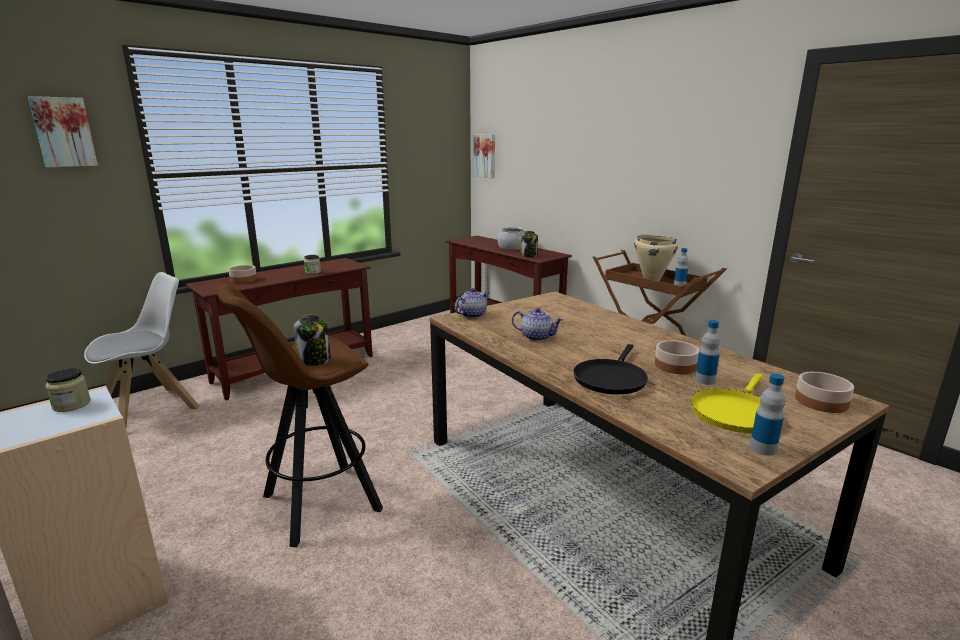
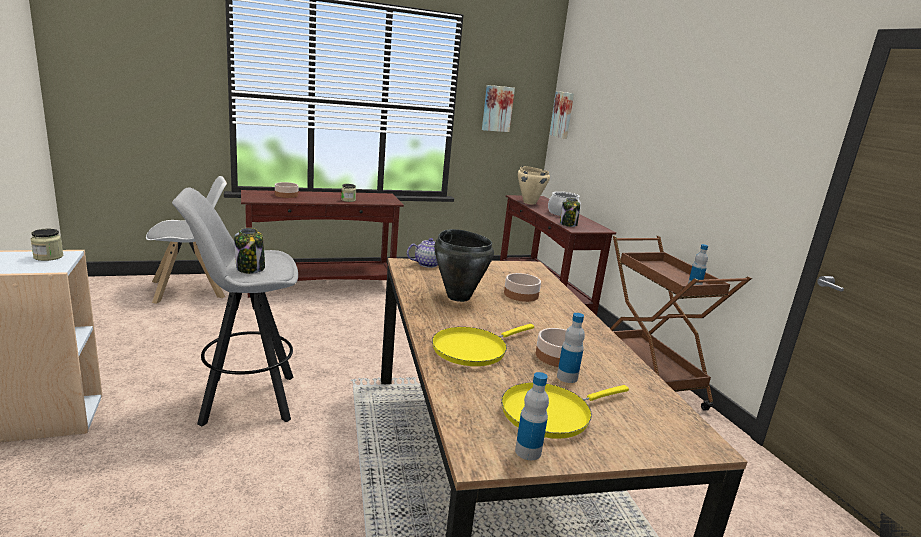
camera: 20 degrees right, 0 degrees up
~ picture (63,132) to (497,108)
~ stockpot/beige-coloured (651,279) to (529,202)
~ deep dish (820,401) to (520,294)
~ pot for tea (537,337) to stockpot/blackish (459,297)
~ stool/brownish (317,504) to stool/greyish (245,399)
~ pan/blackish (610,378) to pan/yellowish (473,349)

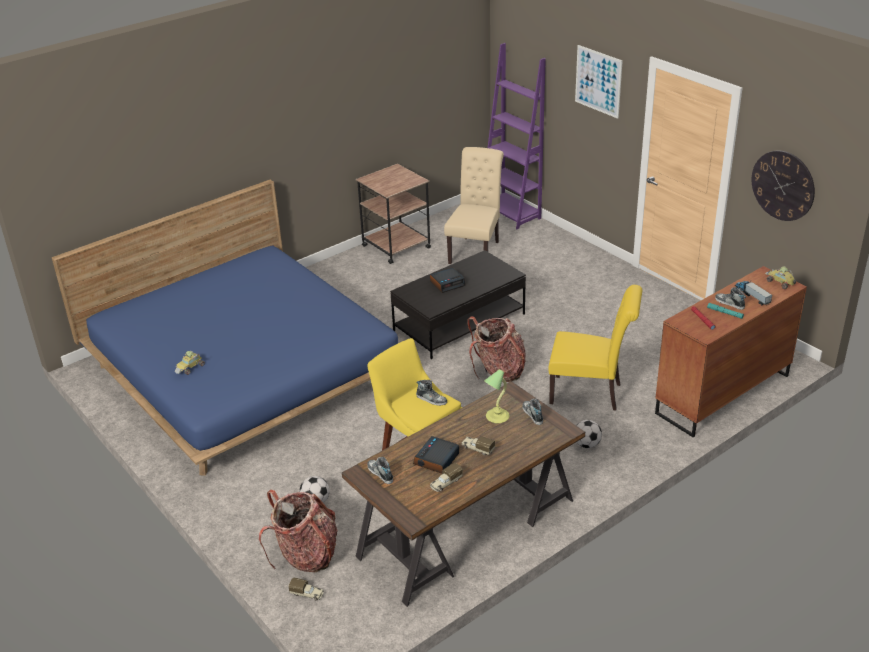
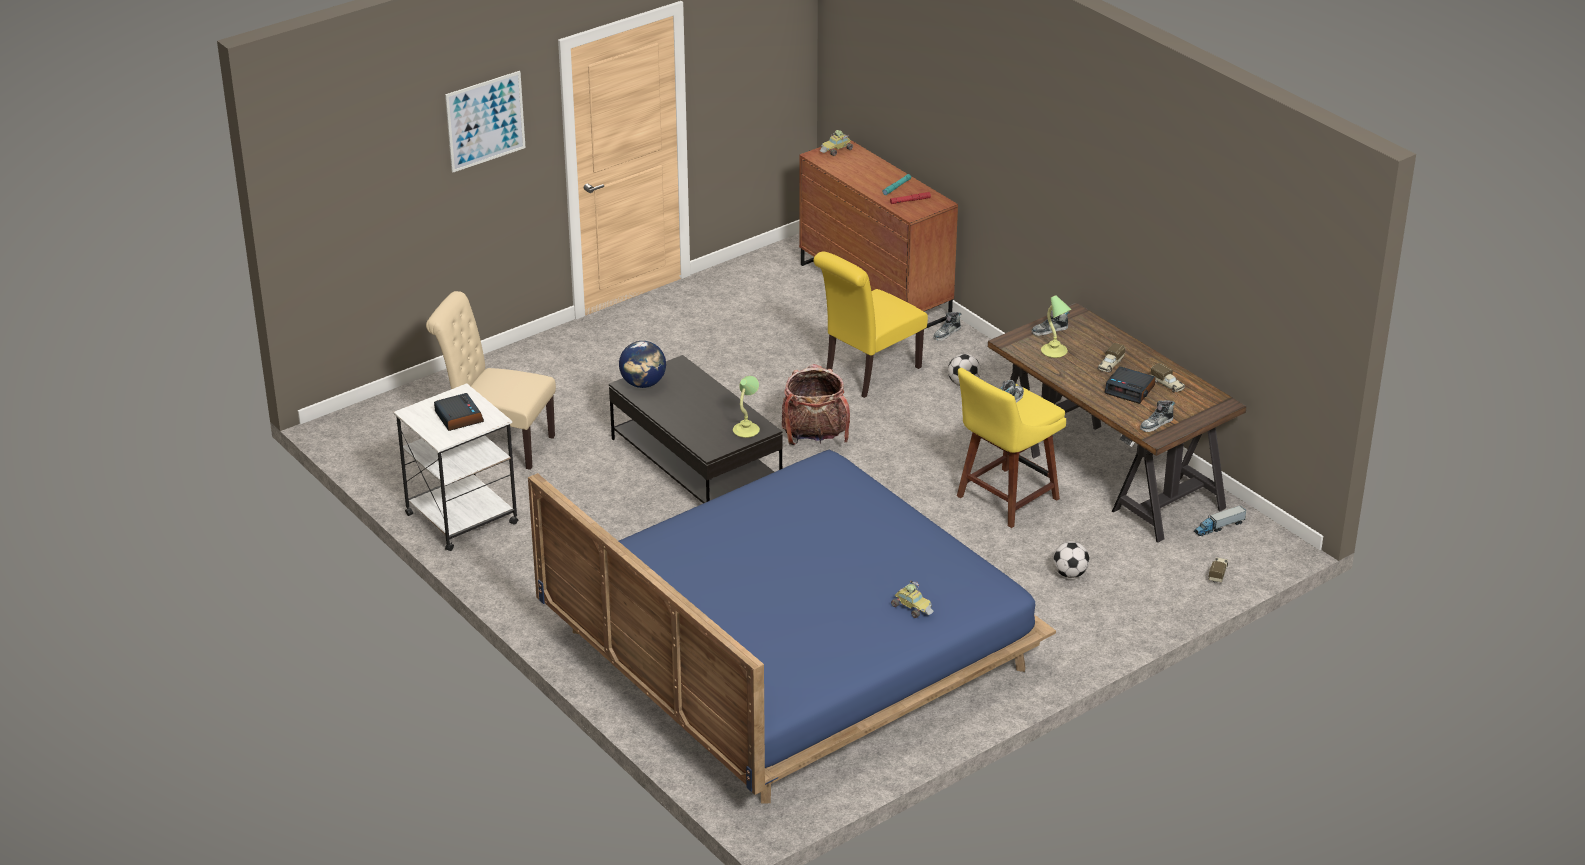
camera: 90 degrees left, 0 degrees up
- backpack (306,555)
- bookshelf/purple (510,213)
- wall clock (783,185)
+ desk globe (643,384)
+ tabletop lamp (747,430)
~ table clock (447,283) to (458,417)
~ item of footwear (729,303) to (947,333)
~ toy lorry (752,296) to (1219,527)
~ wheeled cart/brownish (397,246) to wheeled cart/white (461,517)
~ upright chair/yellowish (590,393) = (867,374) 150 degrees counterclockwise

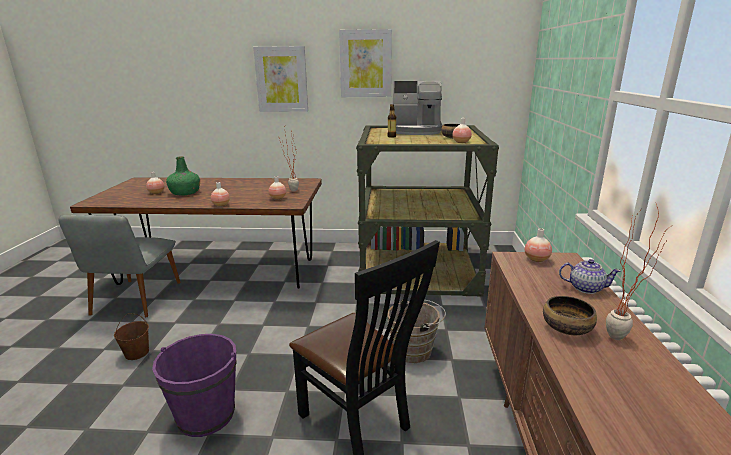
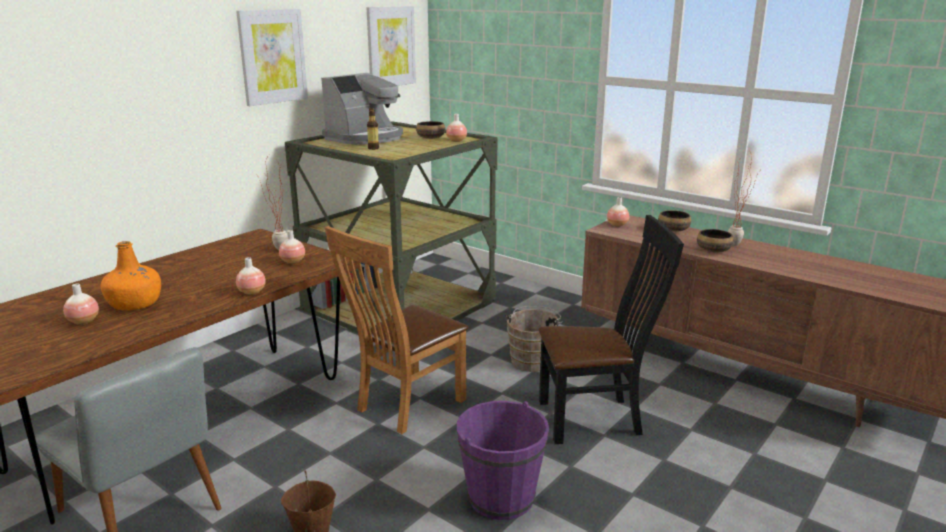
camera: 55 degrees left, 0 degrees up
+ upright chair/brownish (405,406)
~ picture (281,79) to (391,46)
~ pot for tea (585,288) to deep dish (673,229)
~ bottle/green-coloured (185,193) to bottle/orange-coloured (135,303)

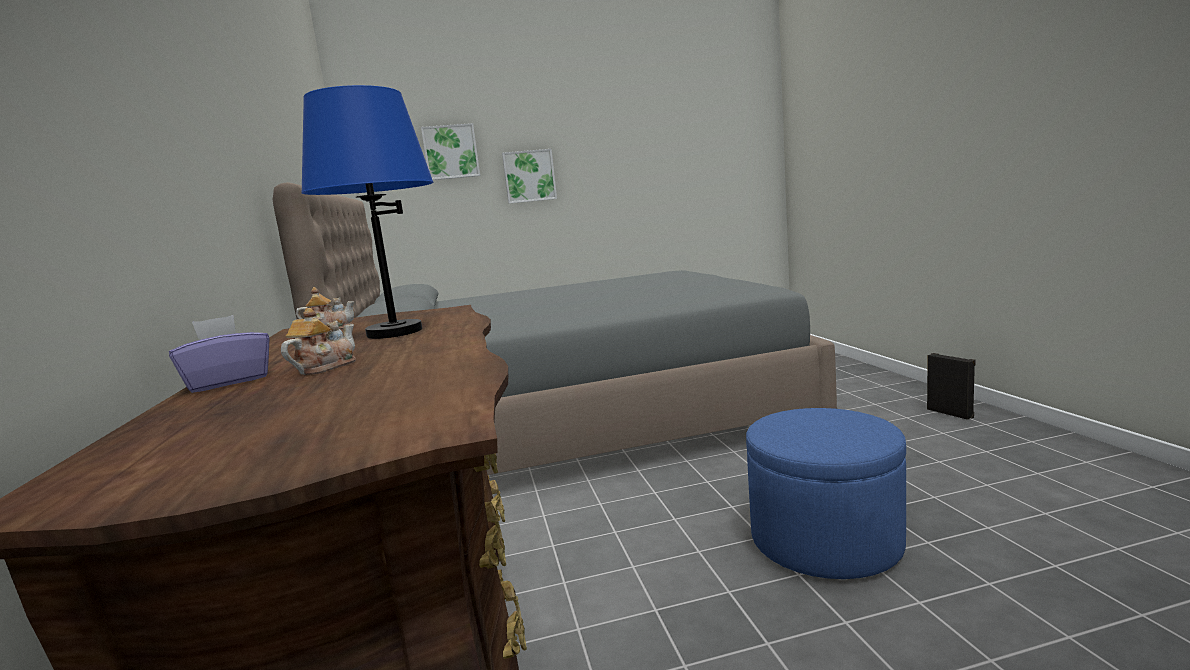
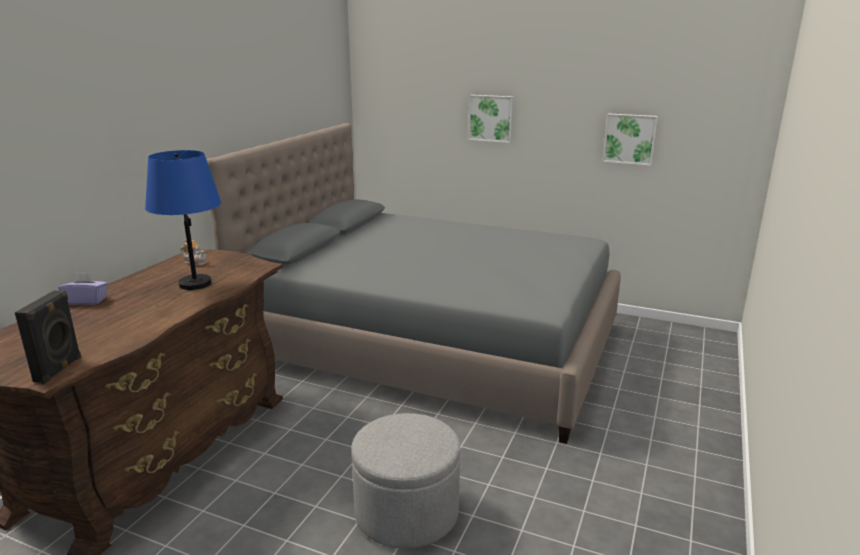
camera: 35 degrees right, 10 degrees up
- pot for tea (324,367)
~ picture (451,152) to (630,139)
~ speaker/blackish (950,413) to (59,369)
~ footrest/blue (825,540) to footrest/greyish (406,512)

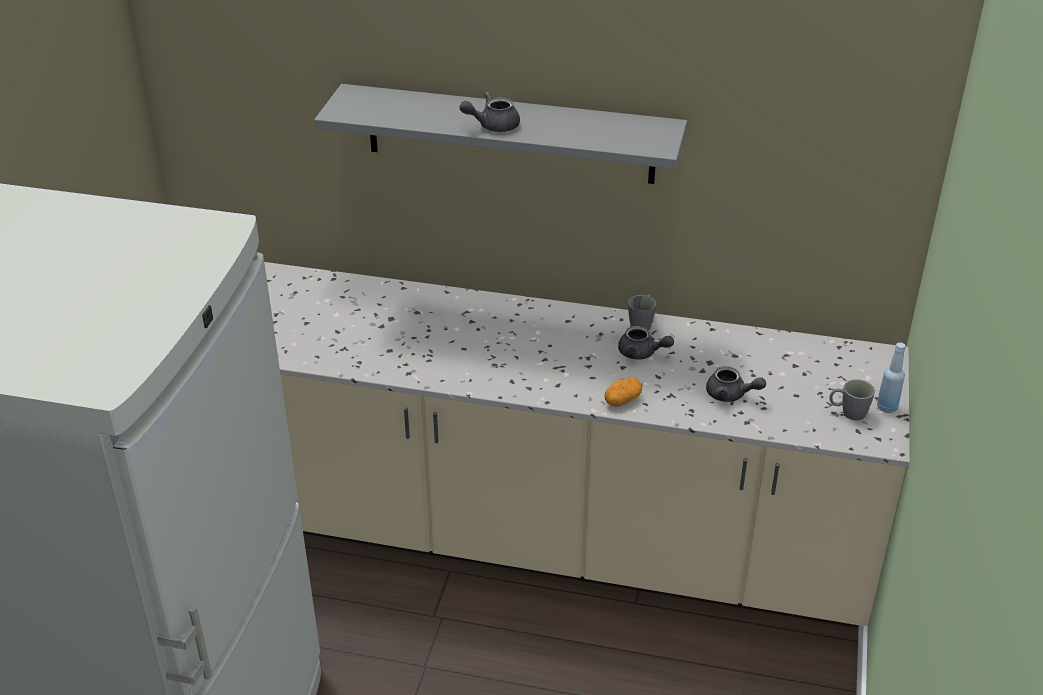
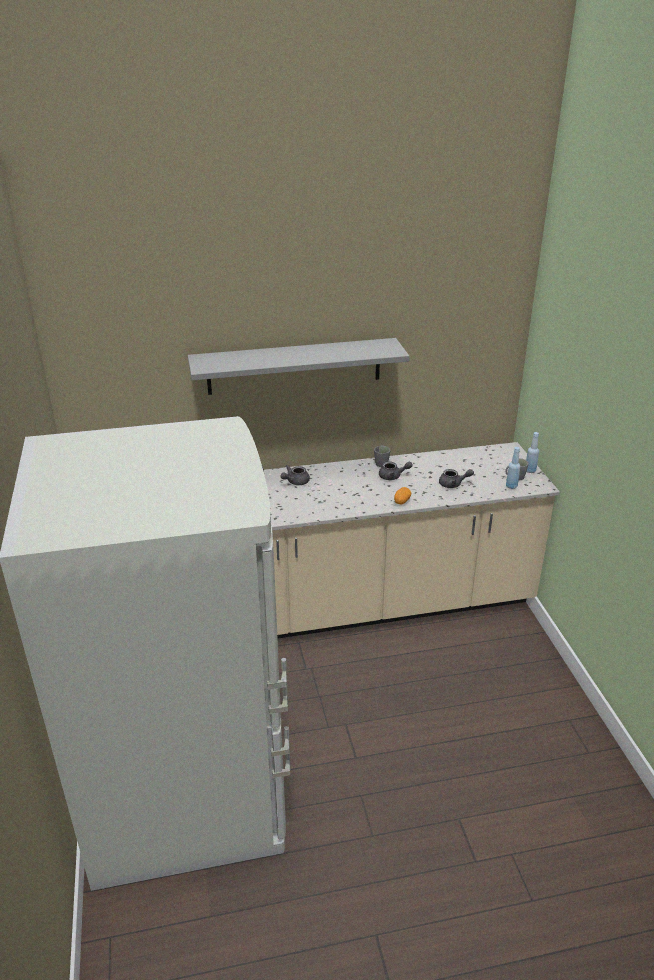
camera: 25 degrees left, 5 degrees down
+ bottle/blue (511,486)
~ pot for tea/greyish (492,125) to (295,482)

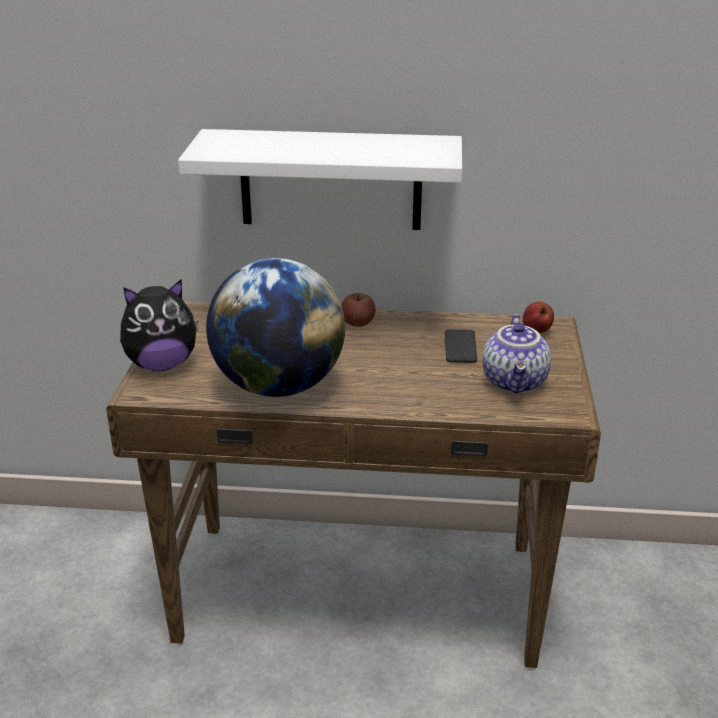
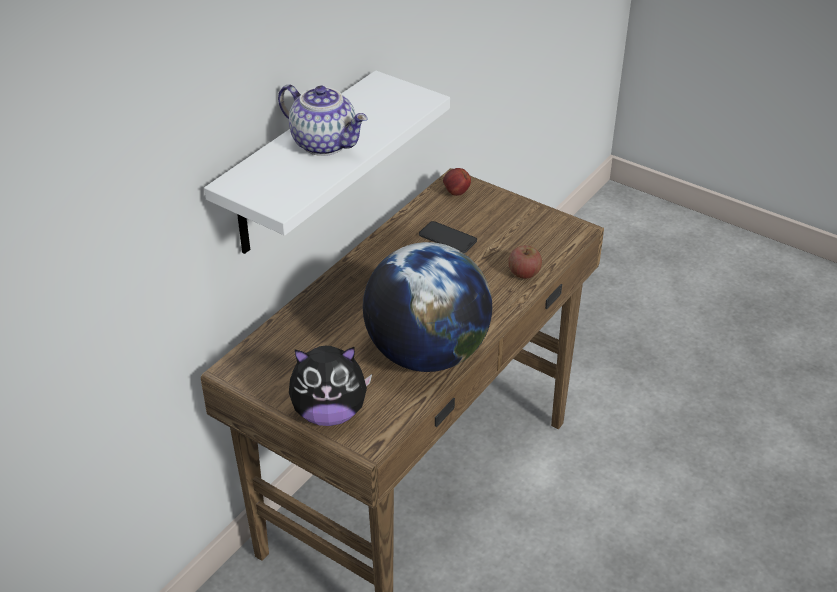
camera: 60 degrees left, 10 degrees up
~ whole apple (358,322) to (524,273)
~ pot for tea (516,382) to (325,143)
~ plush toy (162,364) = (330,413) 75 degrees clockwise

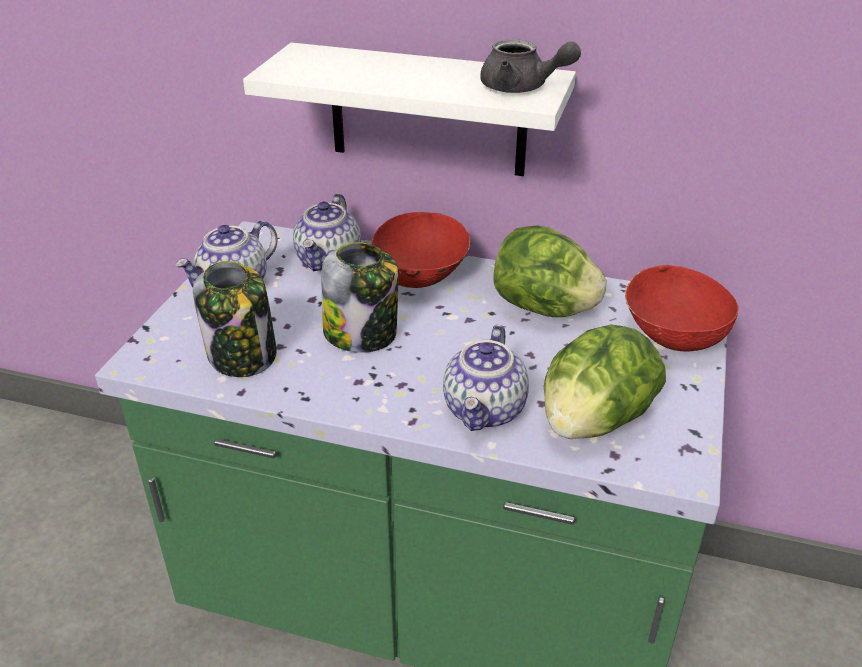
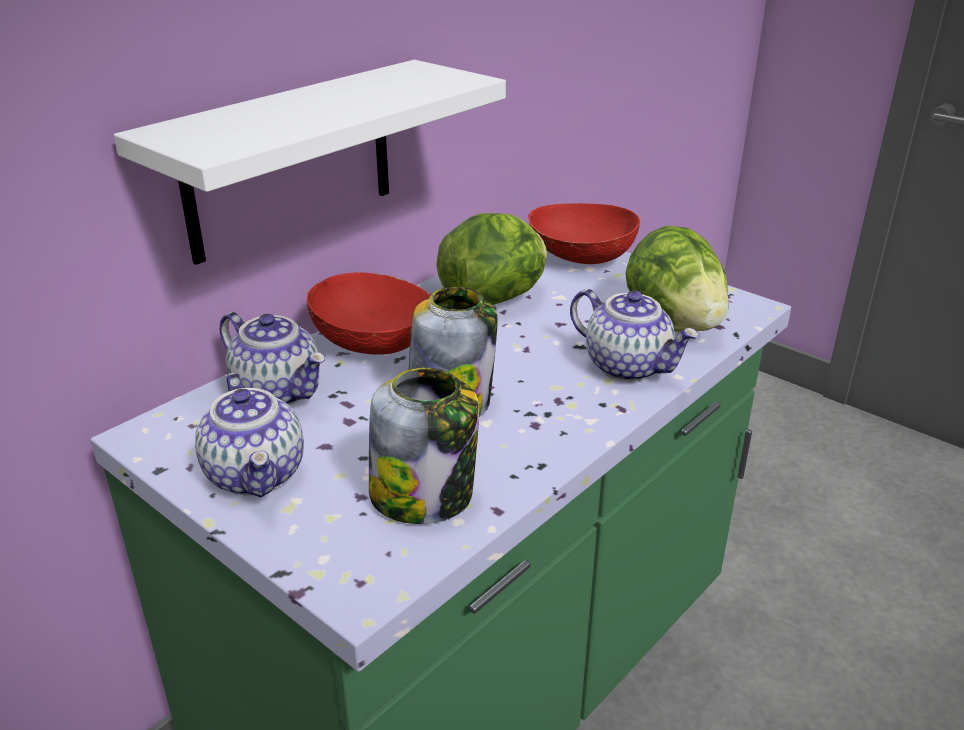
camera: 65 degrees left, 5 degrees down
- pot for tea/greyish (522,88)

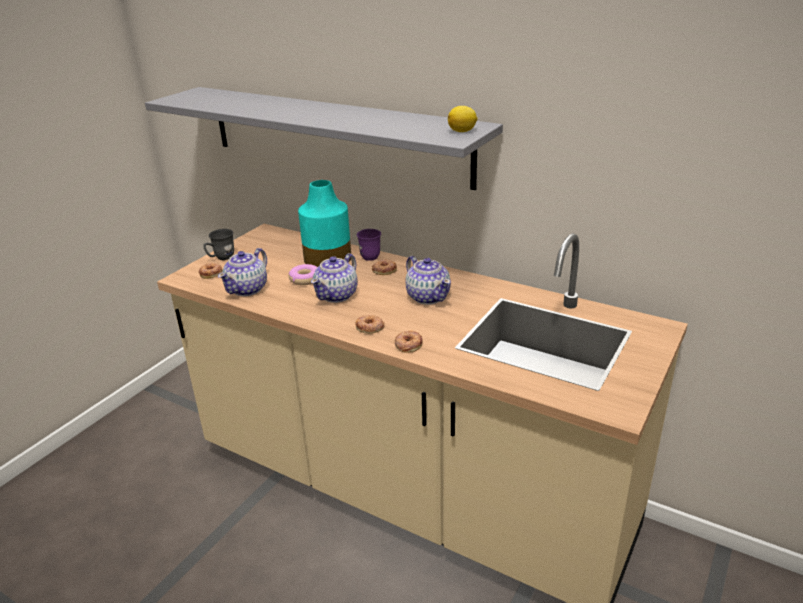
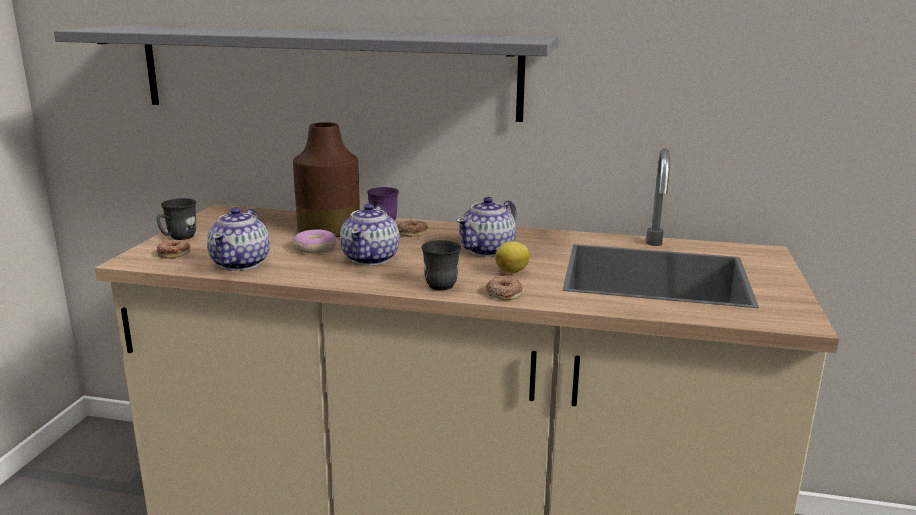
camera: 20 degrees left, 10 degrees down
~ whole lemon (462,131) to (512,271)
~ ring doughnut (369,327) to tea mug/greyish (440,283)
~ vase/blue-green (327,258) to vase/brownish (328,227)
~ pot for tea (428,297) = (488,250) 90 degrees clockwise

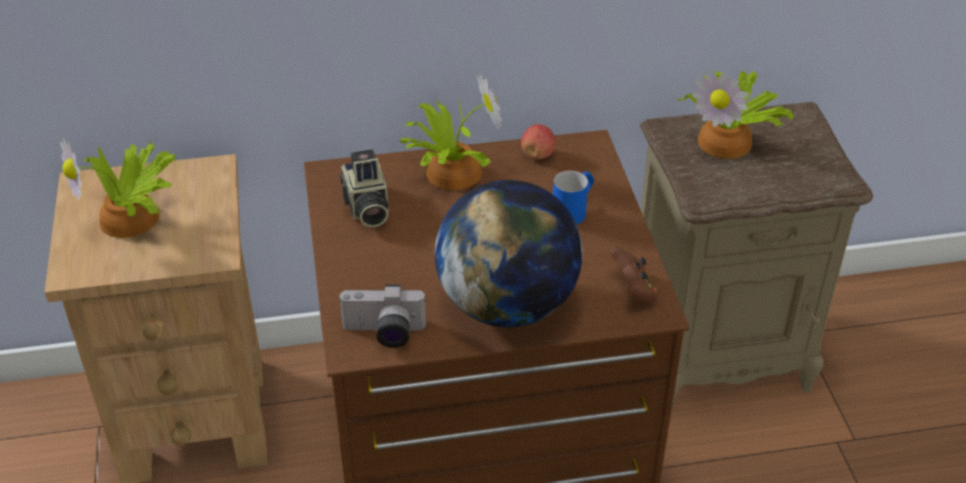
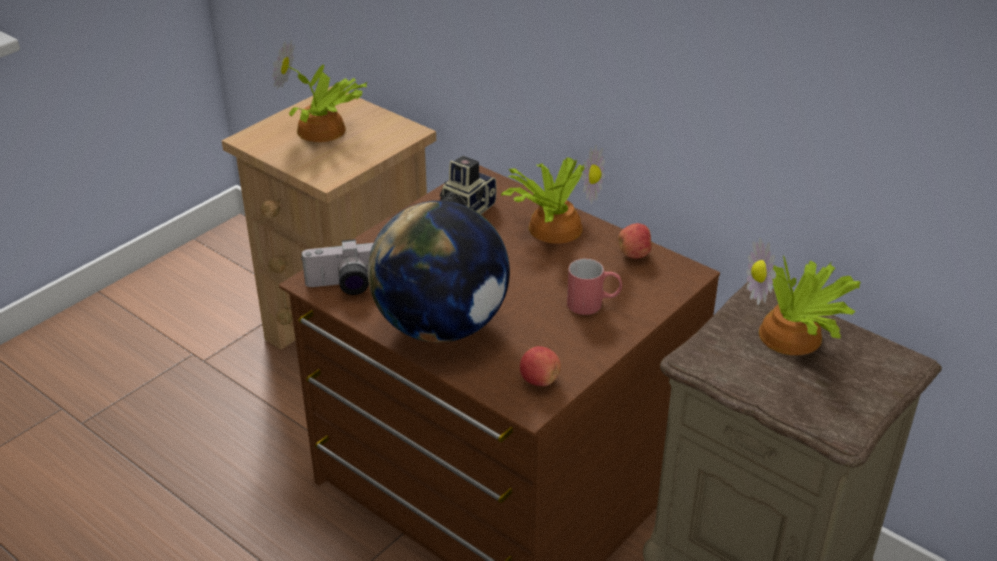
camera: 50 degrees right, 5 degrees down
~ game controller/brownish (633,289) to whole apple (539,380)
~ tea mug/blue (574,210) to tea mug/red-coloured (593,304)
~ photo camera (383,333) = (344,286) 60 degrees counterclockwise

